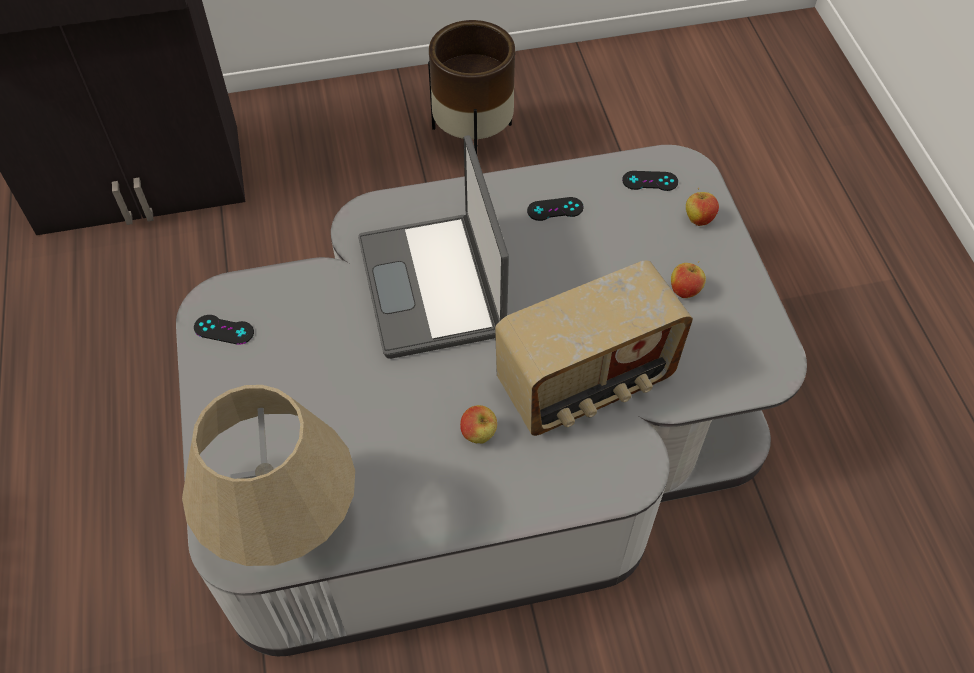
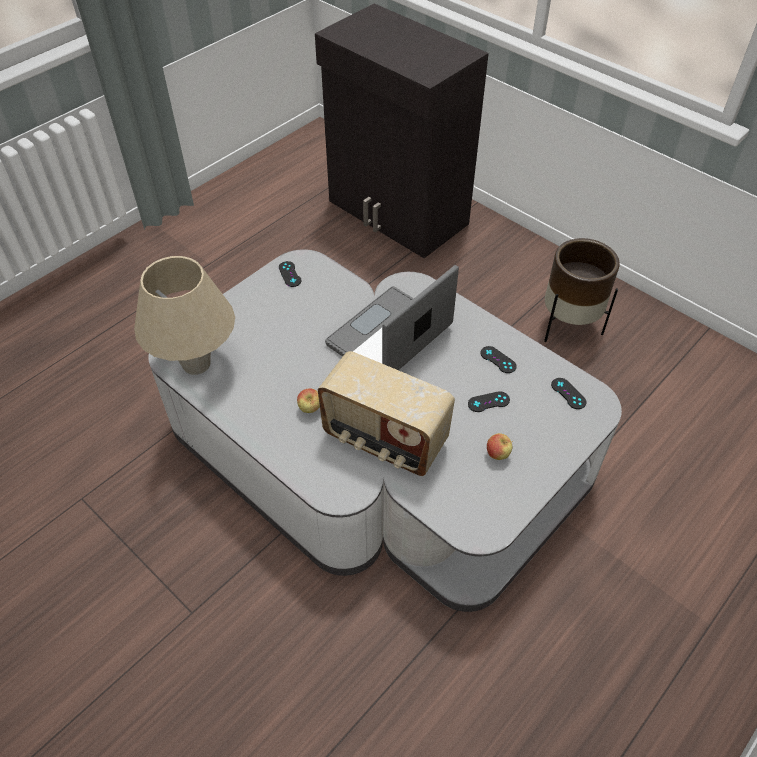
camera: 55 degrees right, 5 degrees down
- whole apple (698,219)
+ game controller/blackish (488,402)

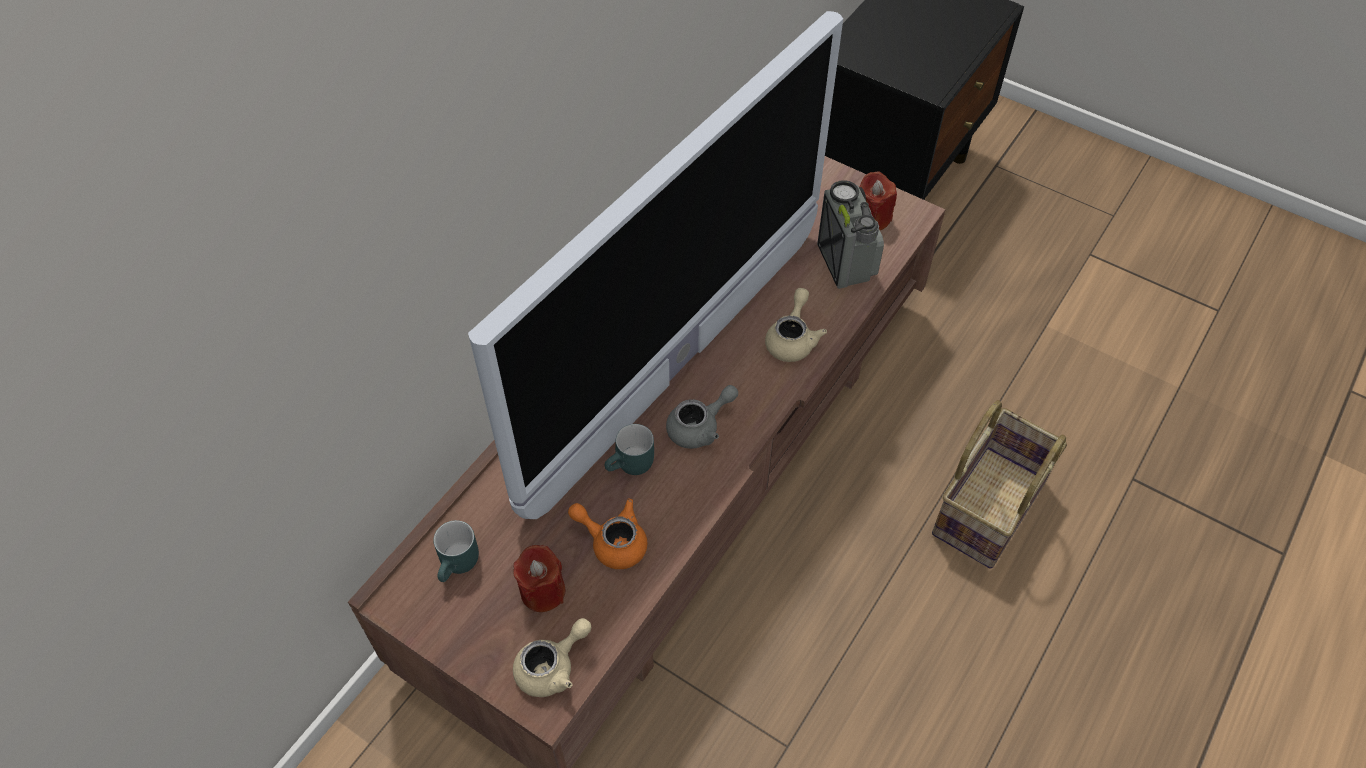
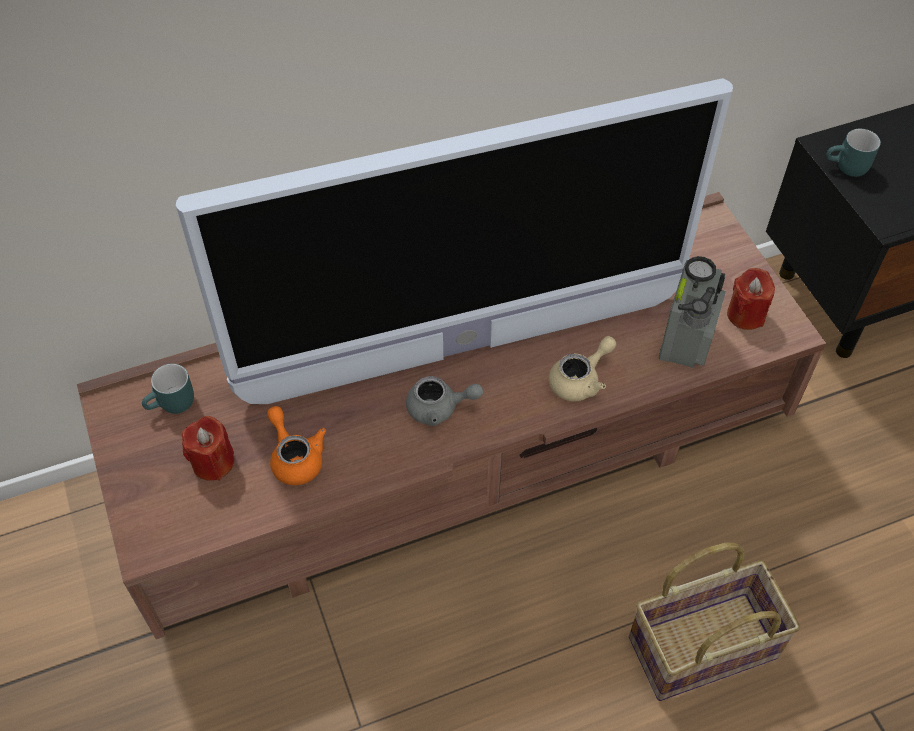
camera: 35 degrees right, 0 degrees up
- pot for tea/beige-coloured (552,667)
~ tea mug/blue-green (632,466) to (847,168)

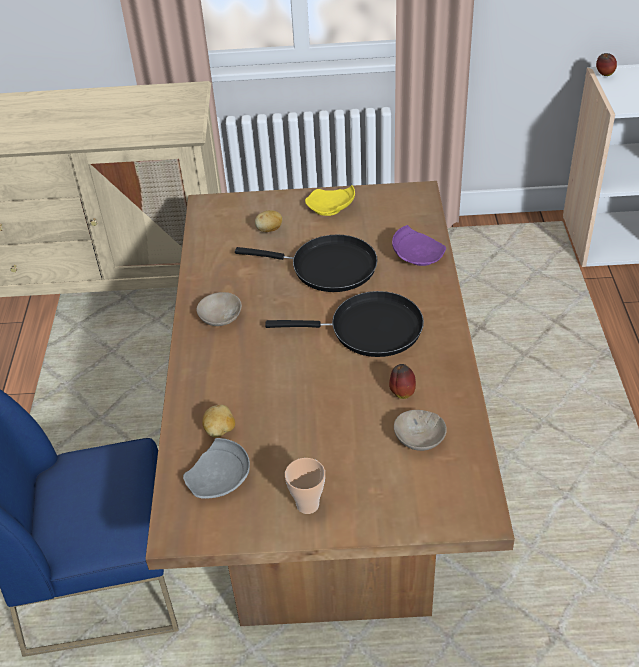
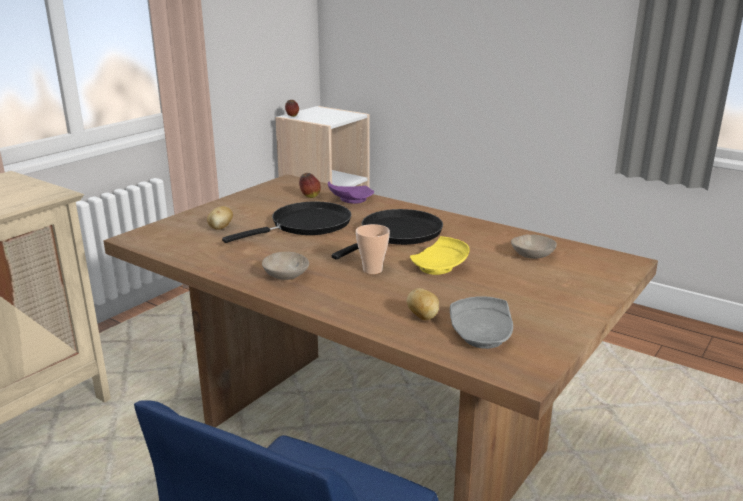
camera: 55 degrees left, 20 degrees down
~ drinking cup (307,505) to (372,270)
~ plate/yellowish (331,209) to (440,267)
~ whole apple (402,393) to (309,197)

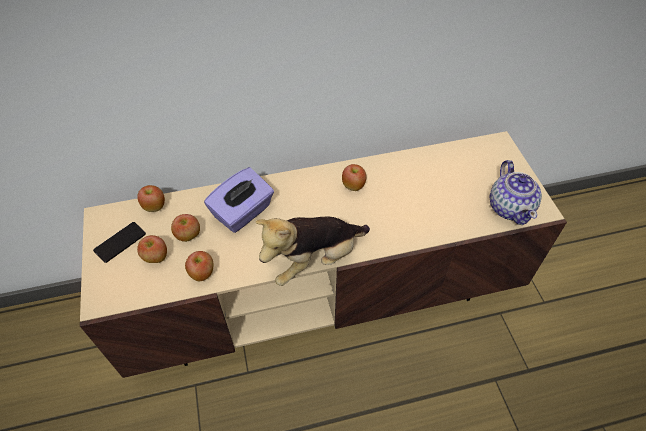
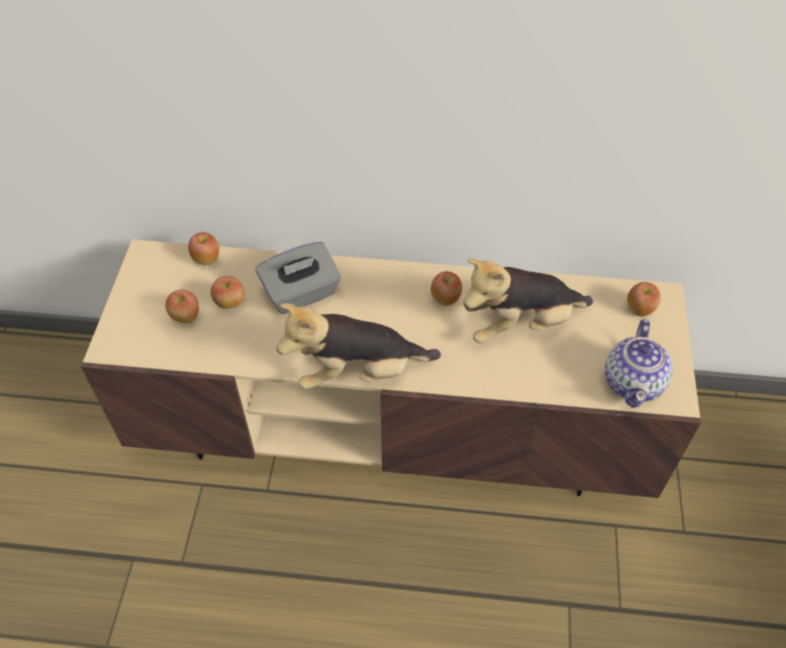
camera: 20 degrees right, 0 degrees up
- telephone (120,242)
+ plush toy (520,324)
~ whole apple (202,273) to (640,309)
~ box of tissues/purple (243,212) to box of tissues/greyish (301,294)

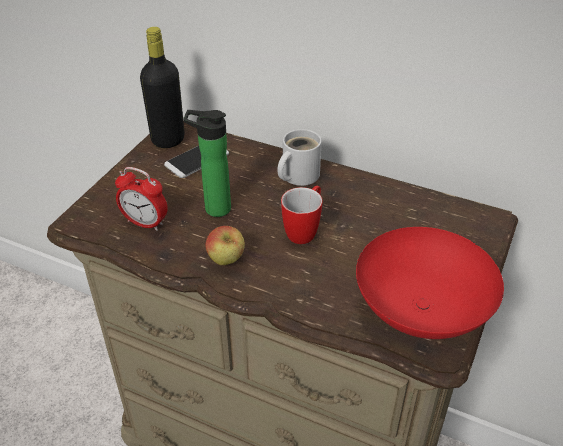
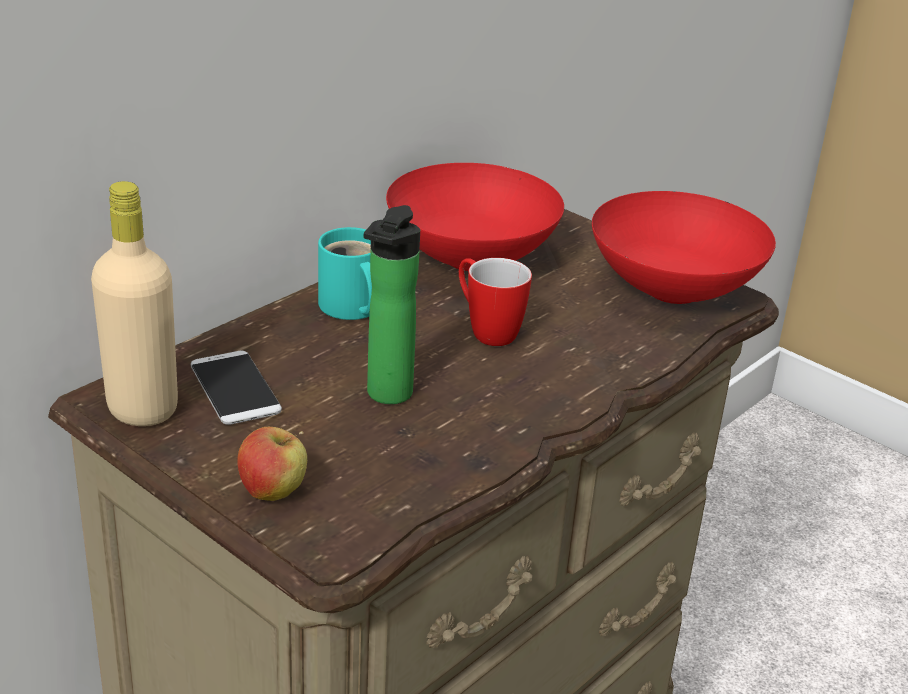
camera: 75 degrees left, 10 degrees down
- table clock (145,223)
+ deep dish/red-coloured (474,258)
~ whole apple (226,261) to (273,493)
~ bottle/blackish (168,139) to bottle/beige-coloured (143,409)
~ tea mug/white (297,175) to tea mug/blue-green (350,308)

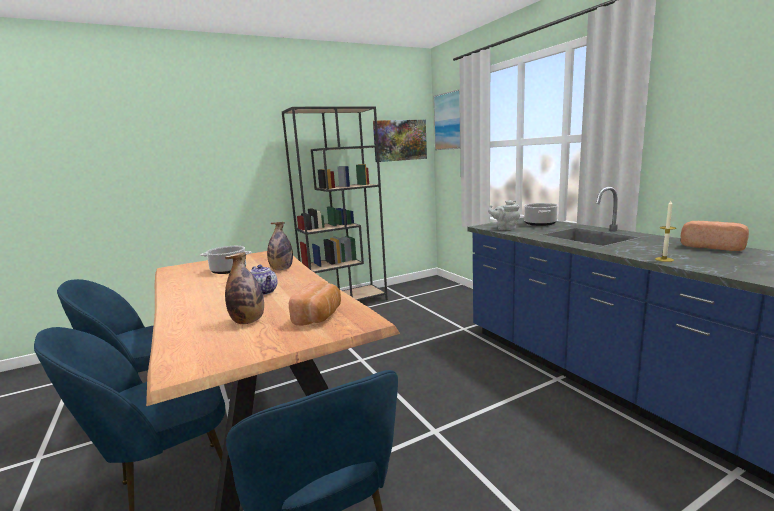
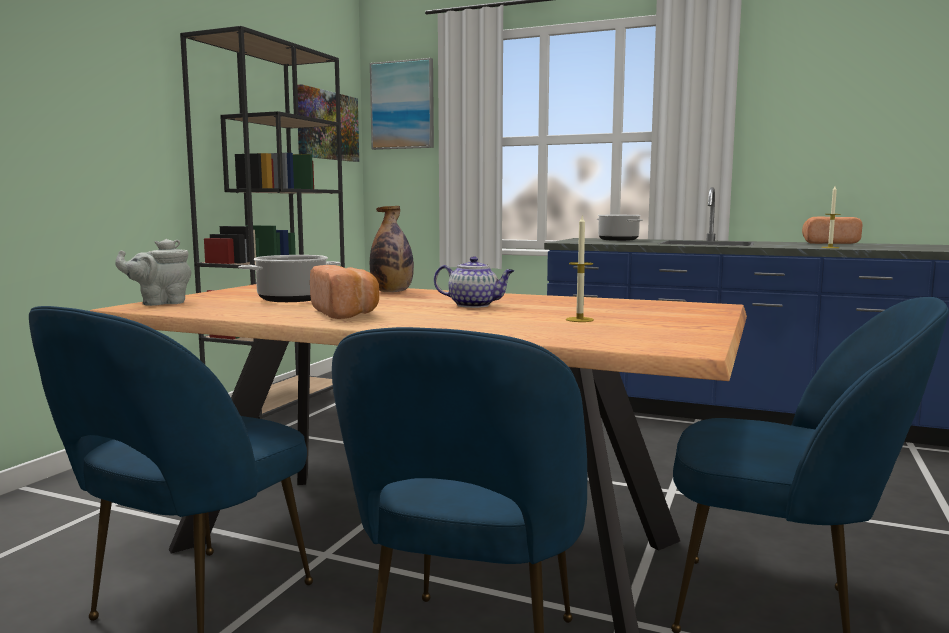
camera: 40 degrees left, 5 degrees down
~ bread (319,316) to (346,313)
~ pot for tea/greyish (505,228) to (160,303)
~ bottle (248,321) to wax light (579,319)

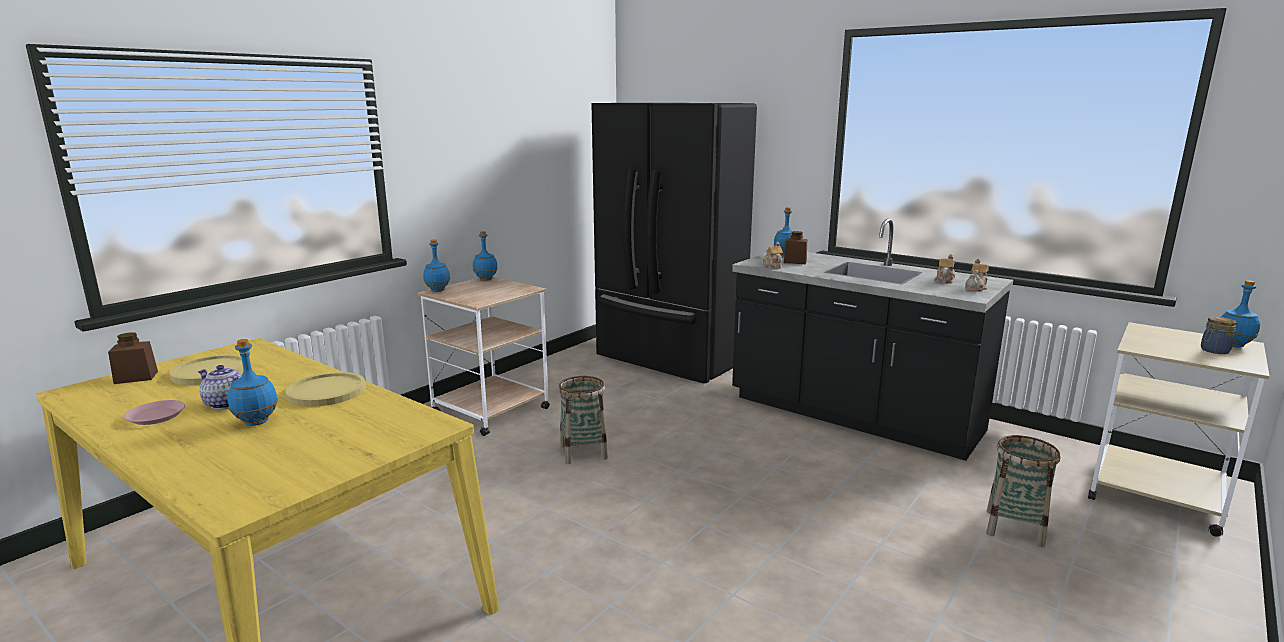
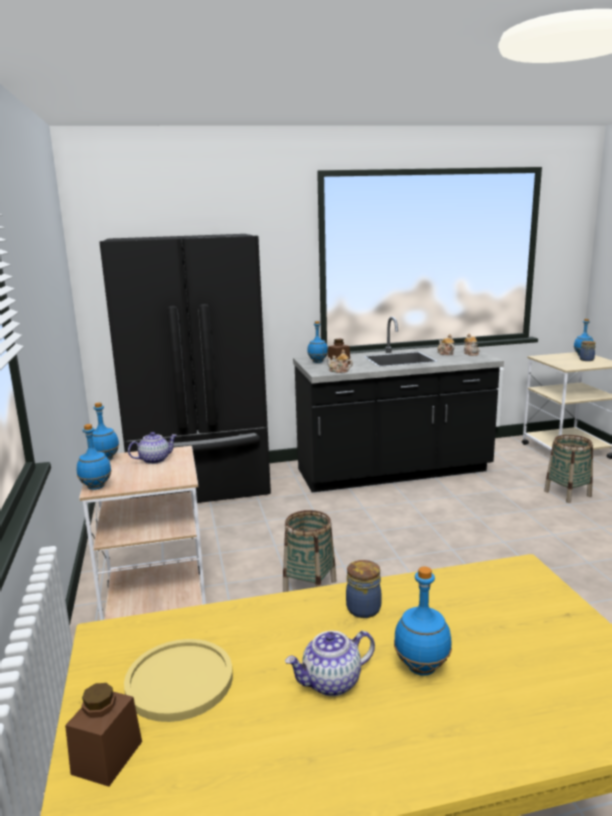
camera: 50 degrees left, 0 degrees up
- plate/pink (156,416)
+ pot for tea (154,460)
~ plate/yellowish (326,391) to preserve jar (364,608)

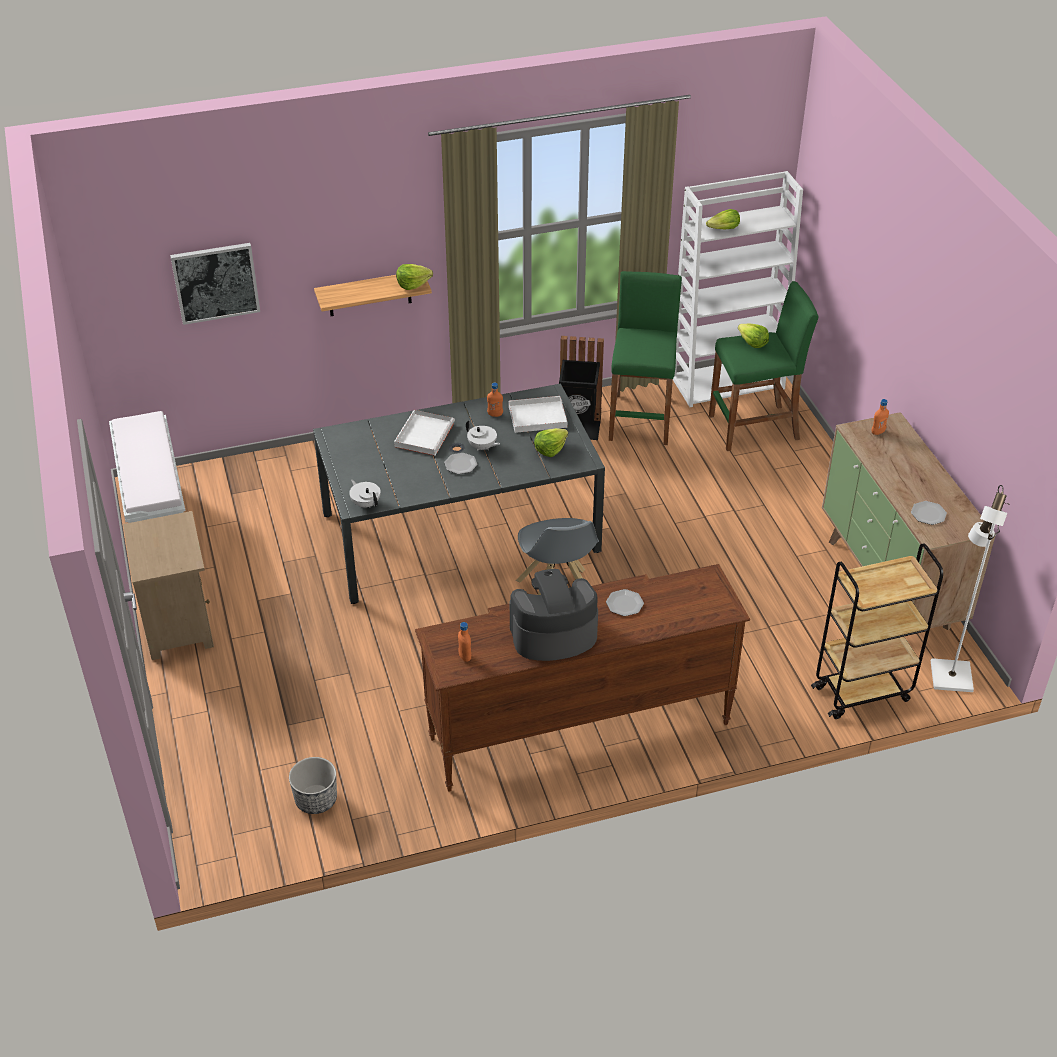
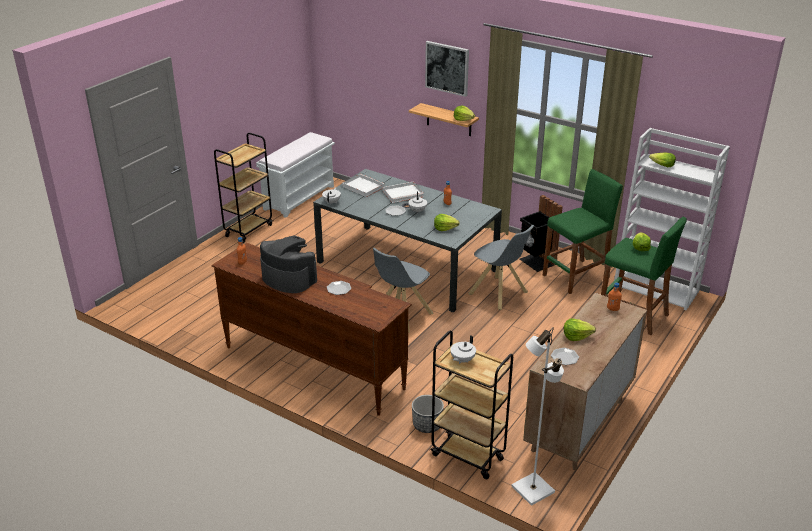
camera: 50 degrees right, 10 degrees down
+ pot for tea/white (462,360)
+ upright chair/greyish (499,294)
+ head of lettuce (576,336)
~ picture (215,282) to (447,68)
~ plant pot (315,799) to (427,425)
~ tray/white (536,417) to (362,187)
~ bedside table/beige-coloured (180,626) to wheeled cart/brownish (248,230)

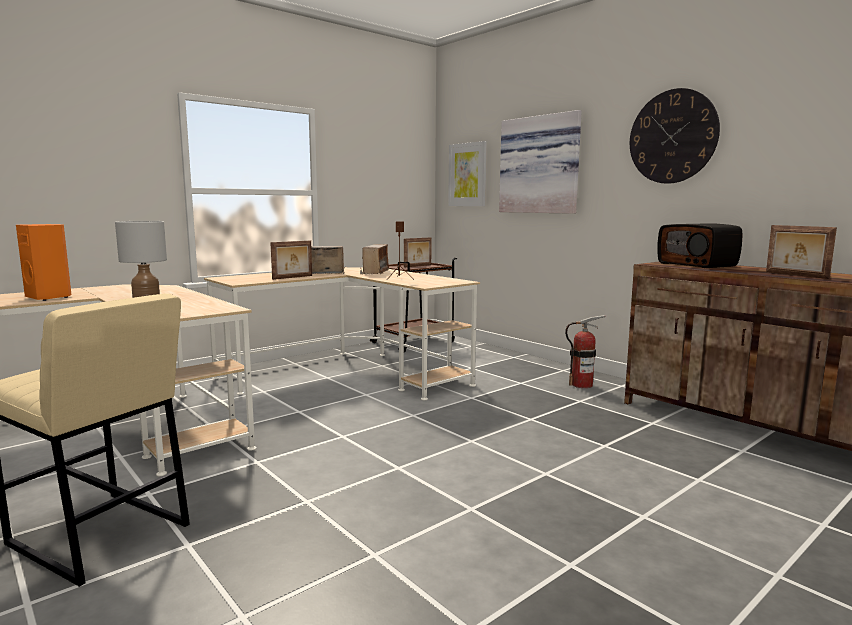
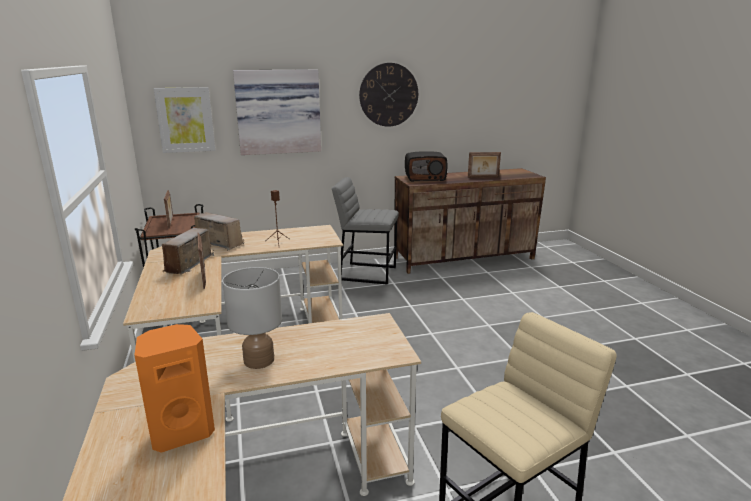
camera: 65 degrees left, 10 degrees up
~ fire-fighting cylinder (582,385) to upright chair/greyish (366,273)

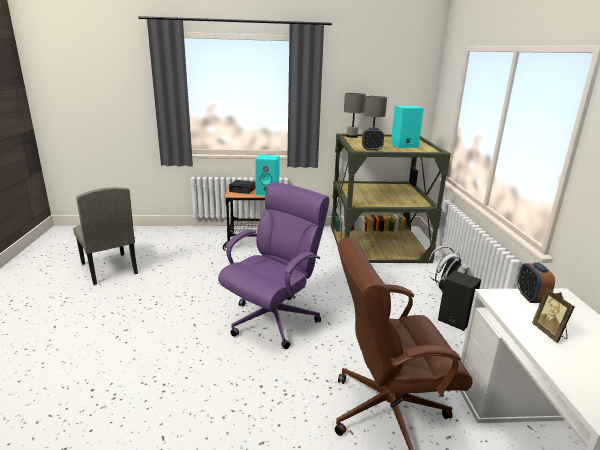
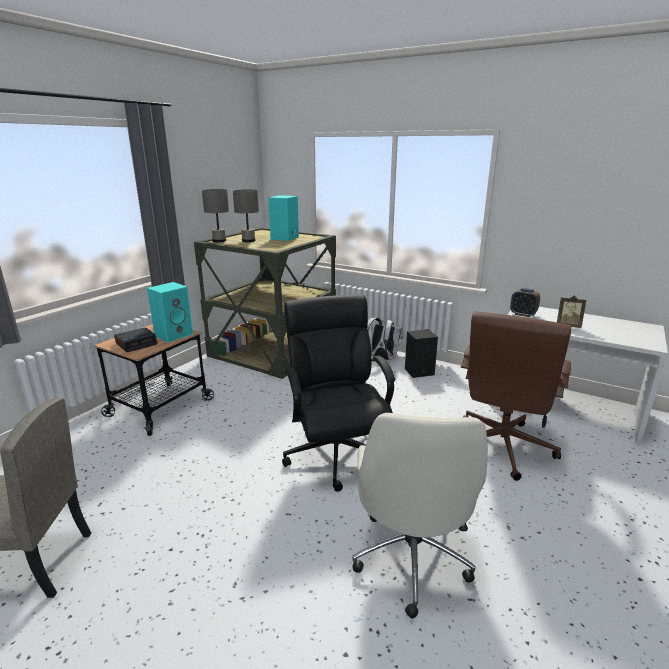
camera: 55 degrees left, 0 degrees up
- table clock (371,149)
+ computer chair/beige-coloured (411,559)
~ computer chair/purple (273,320) to computer chair/blackish (336,455)

